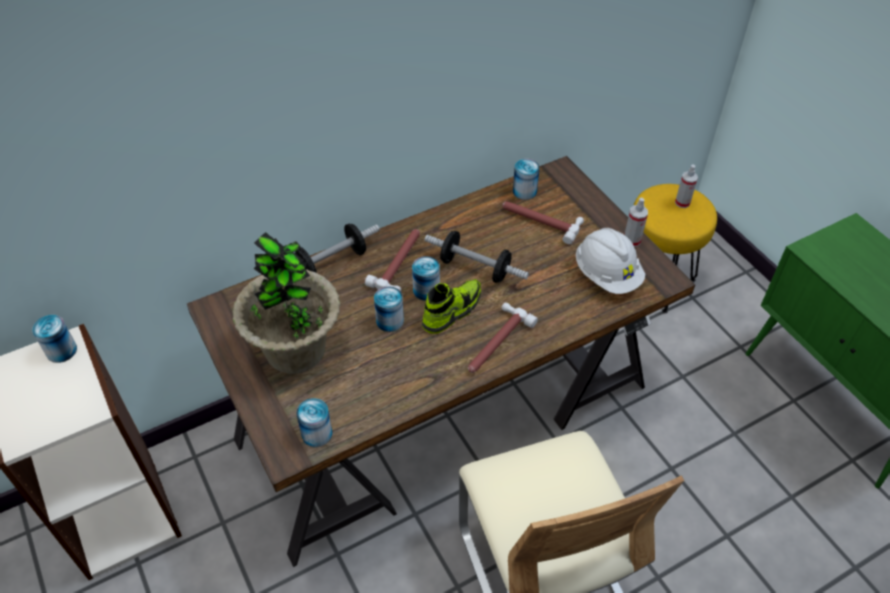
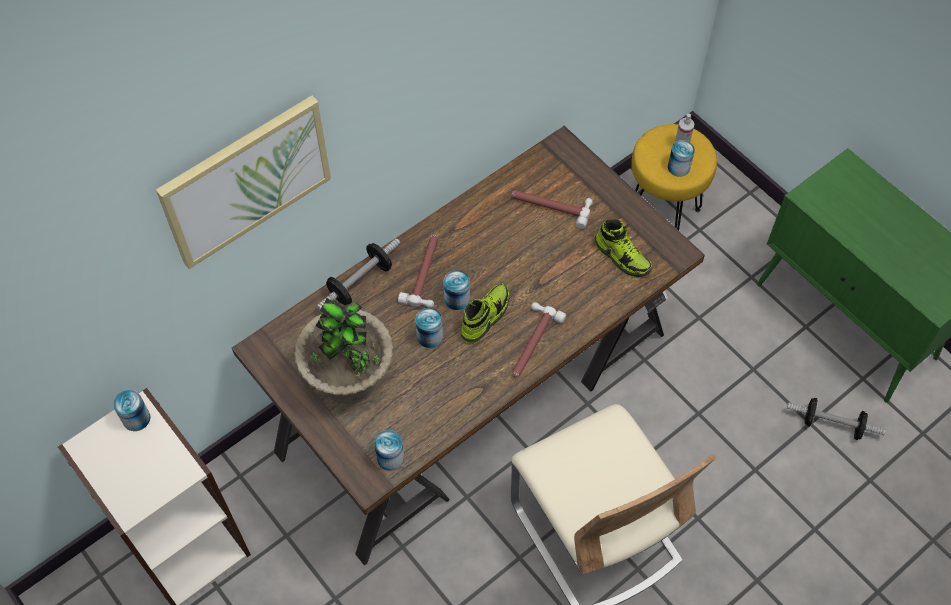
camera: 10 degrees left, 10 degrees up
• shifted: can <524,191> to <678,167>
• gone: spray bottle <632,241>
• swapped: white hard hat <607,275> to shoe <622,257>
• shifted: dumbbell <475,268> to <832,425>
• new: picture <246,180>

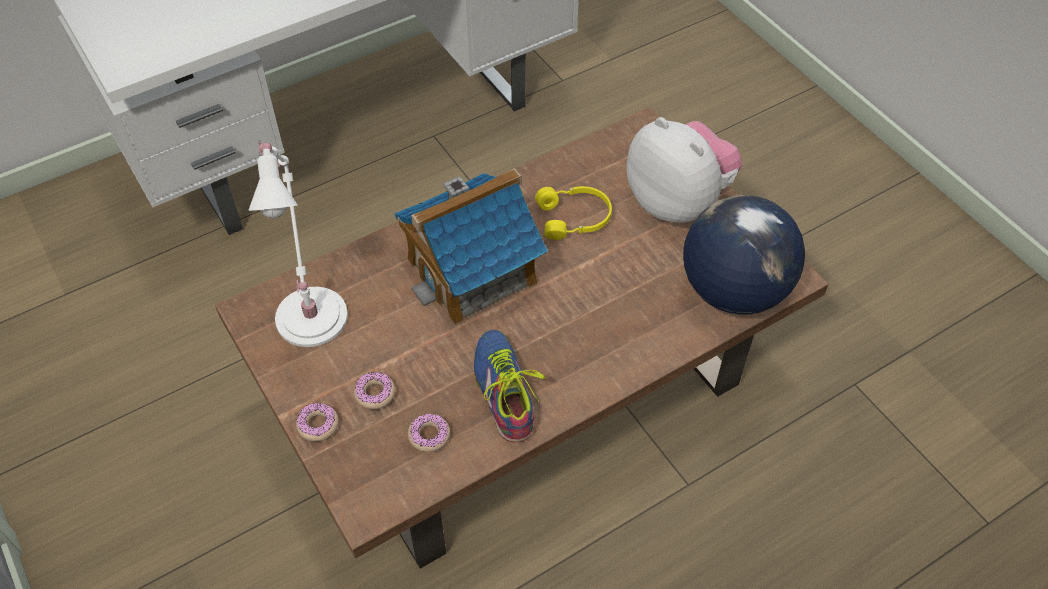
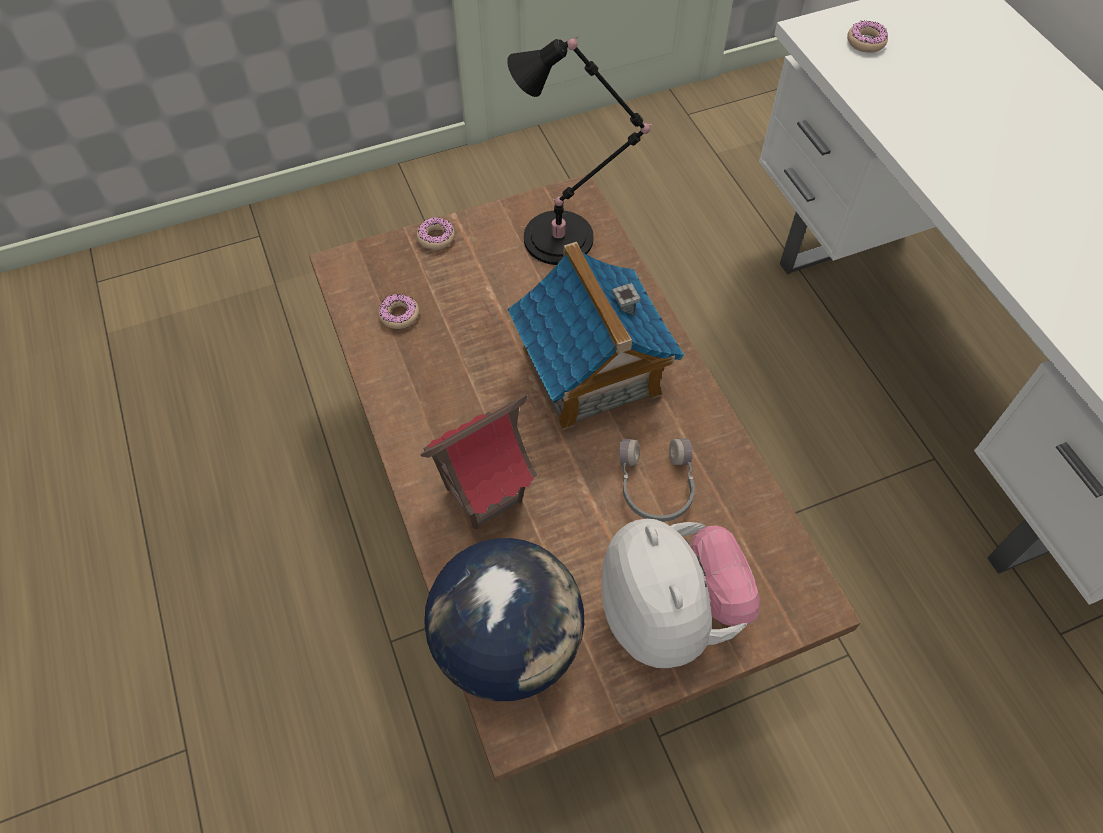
camera: 100 degrees right, 5 degrees up
• rotated: plush toy <678,201> = <669,614> 75 degrees counterclockwise
• repainted: white table lamp <312,312> to black table lamp <565,239>
• repainted: yellow headphones <575,219> to grey headphones <655,485>
• gone: shoe <503,391>
• shifted: donut <375,394> to <866,42>
• new: toy house <483,494>

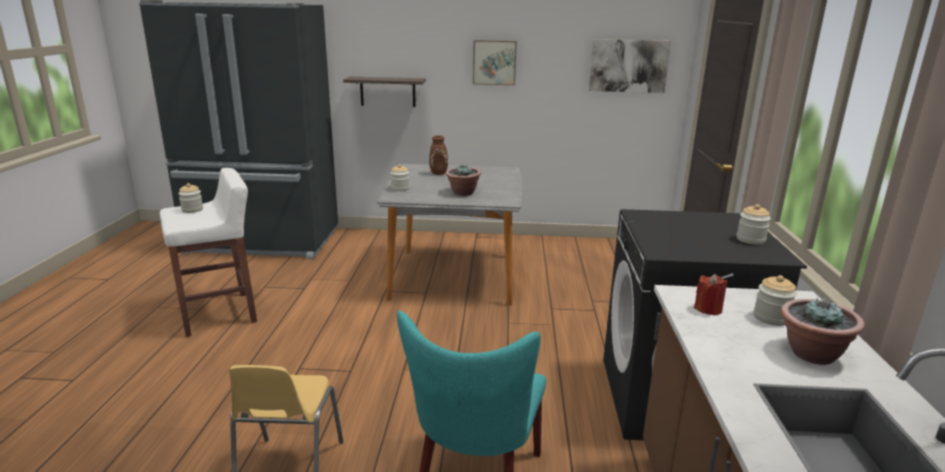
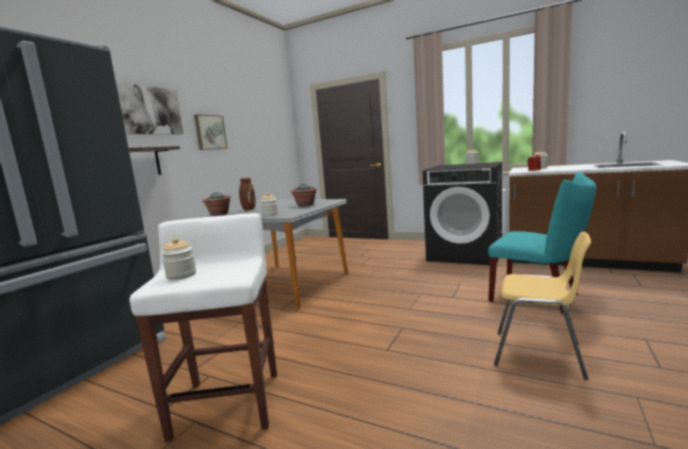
camera: 65 degrees left, 10 degrees down
• shifted: picture <628,66> to <148,110>
• shifted: potted plant <811,354> to <219,214>

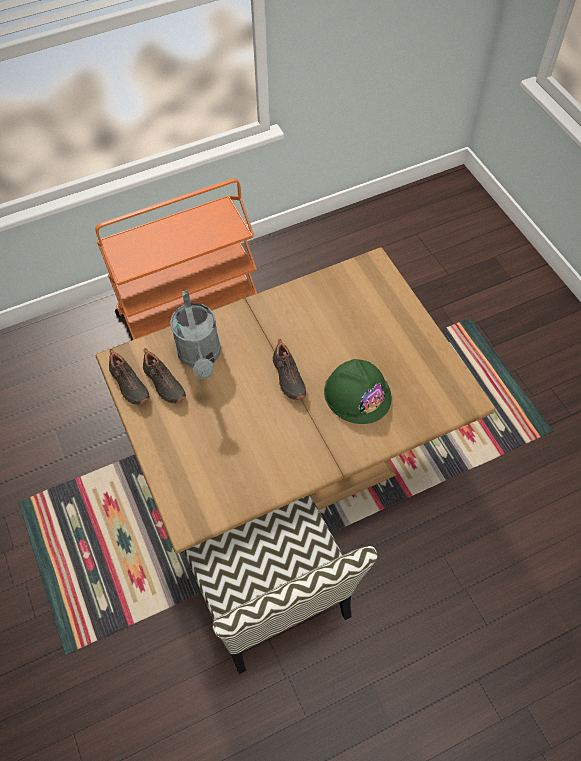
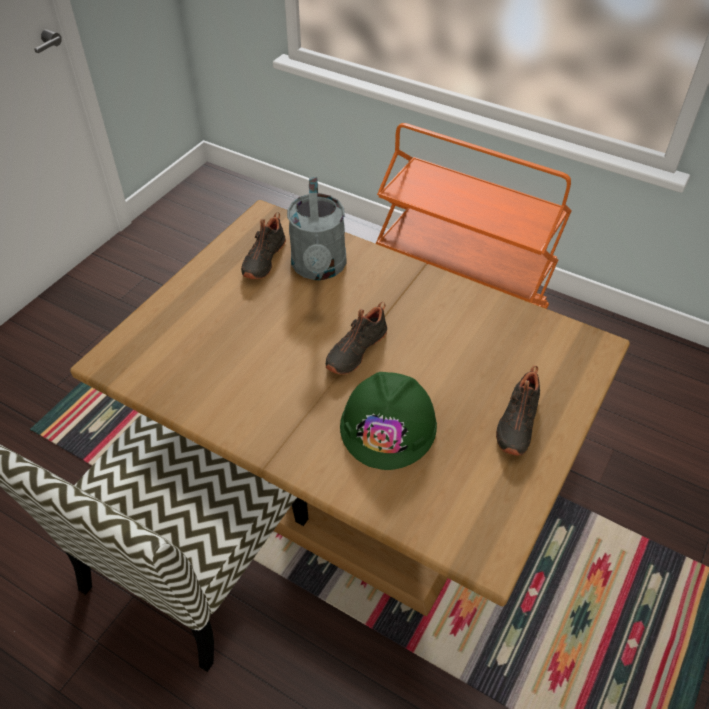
camera: 55 degrees right, 10 degrees down
• rotated: grey watering can <201,357> = <319,269> 45 degrees counterclockwise
• shifted: black shoe <128,385> to <516,422>

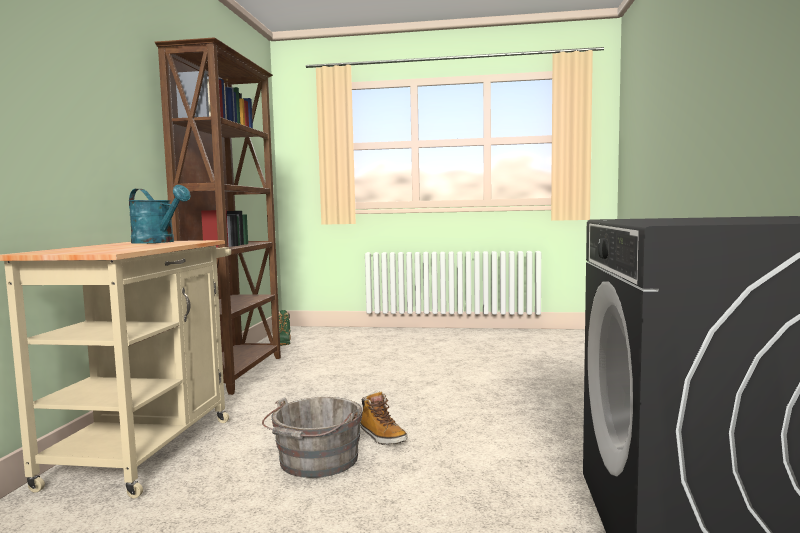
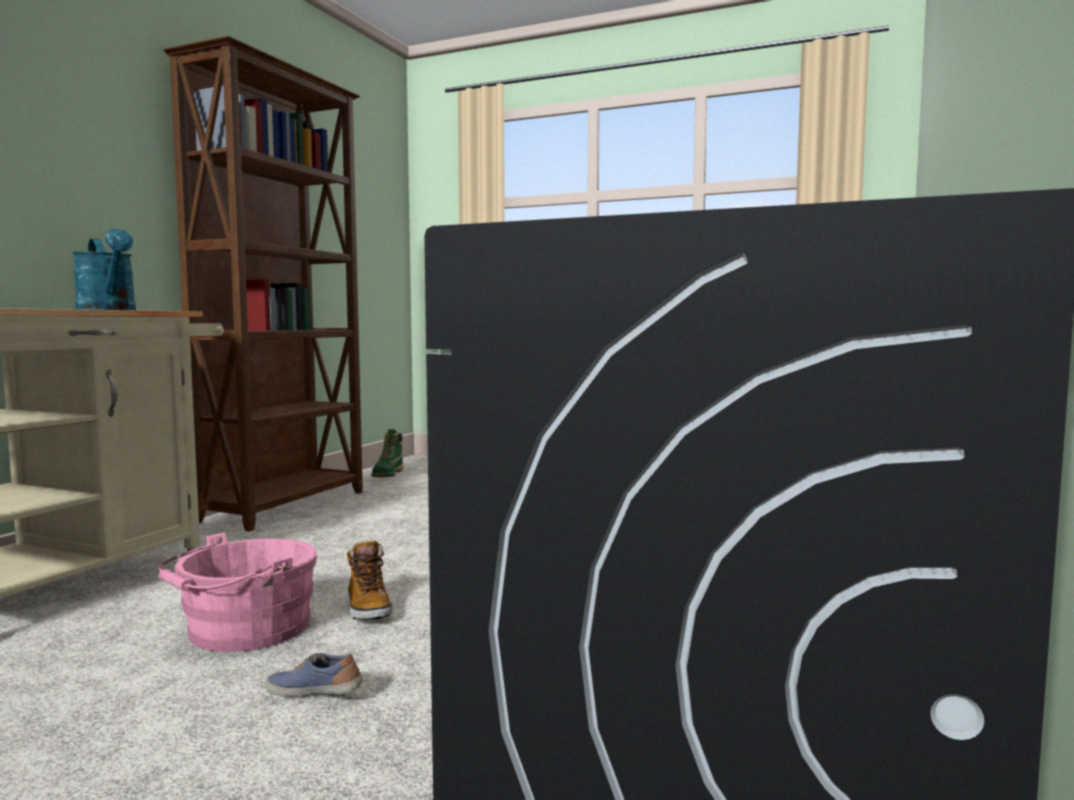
camera: 15 degrees right, 0 degrees up
• repainted: grey bucket <316,461> to pink bucket <243,630>
• new: shoe <315,693>

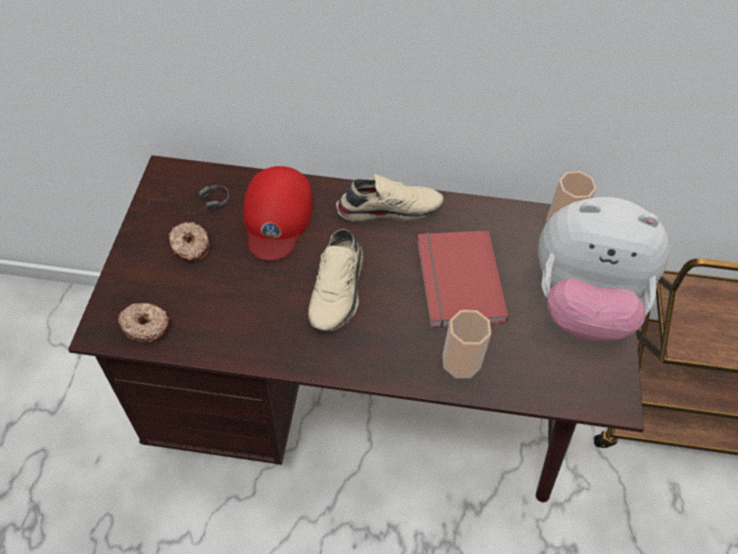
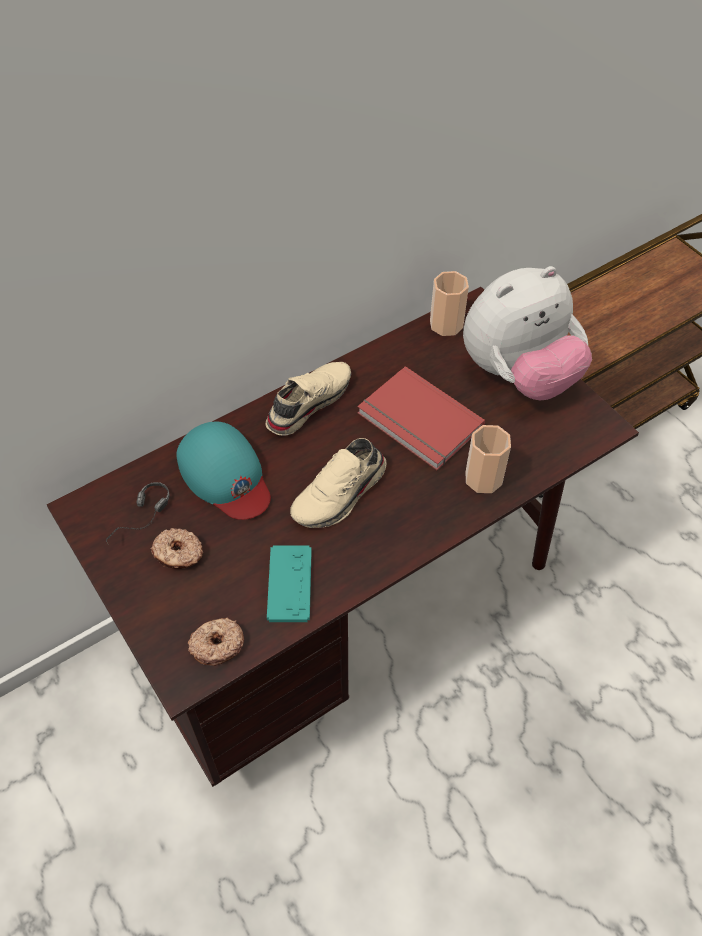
camera: 40 degrees left, 0 degrees up
• repainted: red cap <277,217> to turquoise cap <225,475>
• rotated: beige shoe <339,290> = <340,495> 75 degrees clockwise
• new: turquoise game controller <289,584>

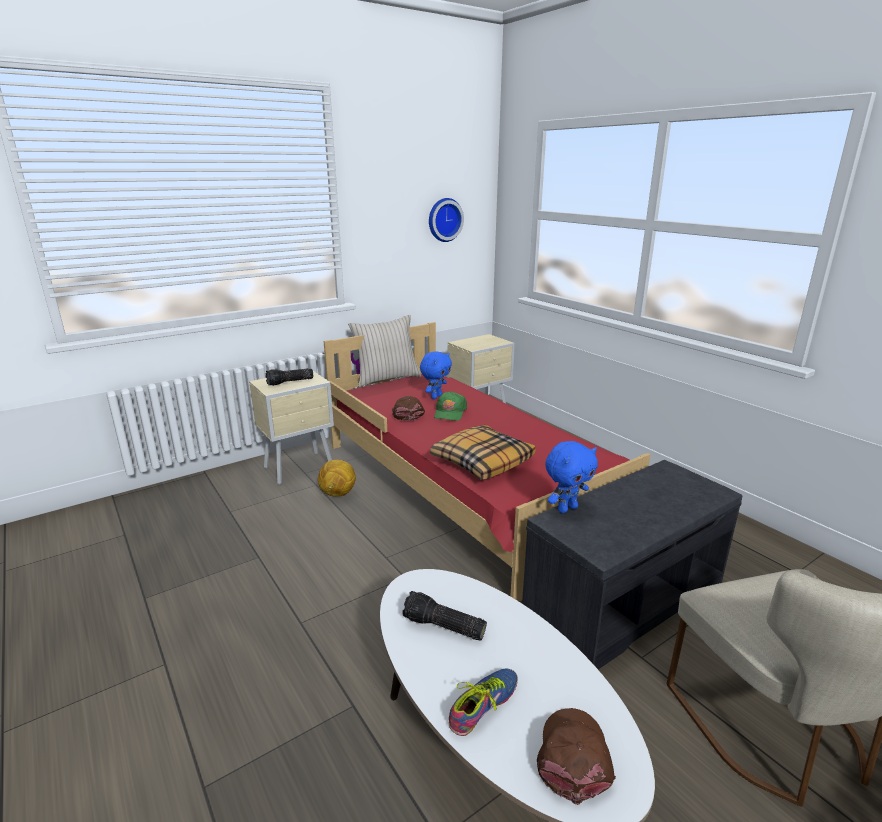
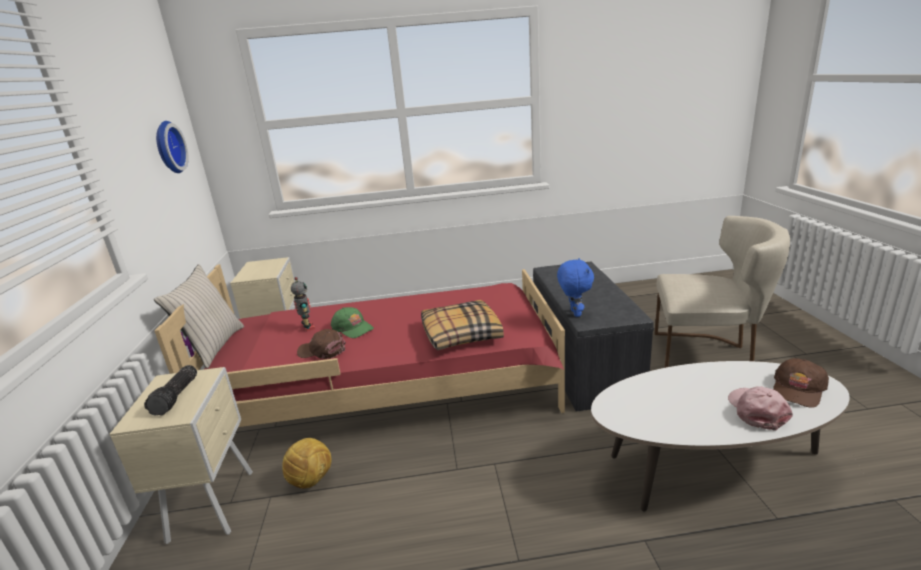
camera: 60 degrees left, 0 degrees up
• swapped: blue plush toy <436,396> to toy robot <307,328>
• gone: flashlight <443,627>
• swapped: shoe <486,707> to pink cap <757,411>
• rotated: brown cap <573,757> = <798,389> 90 degrees counterclockwise

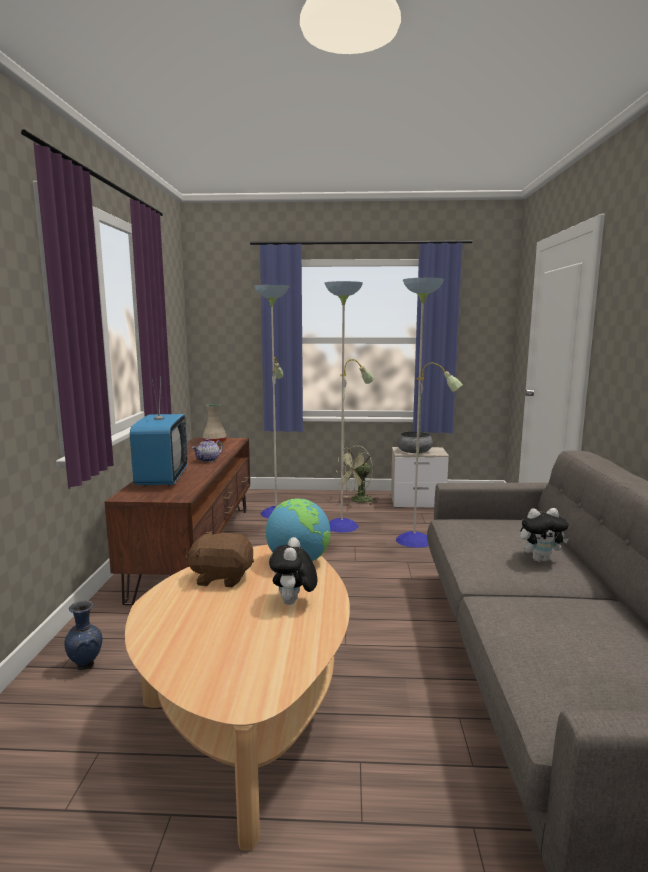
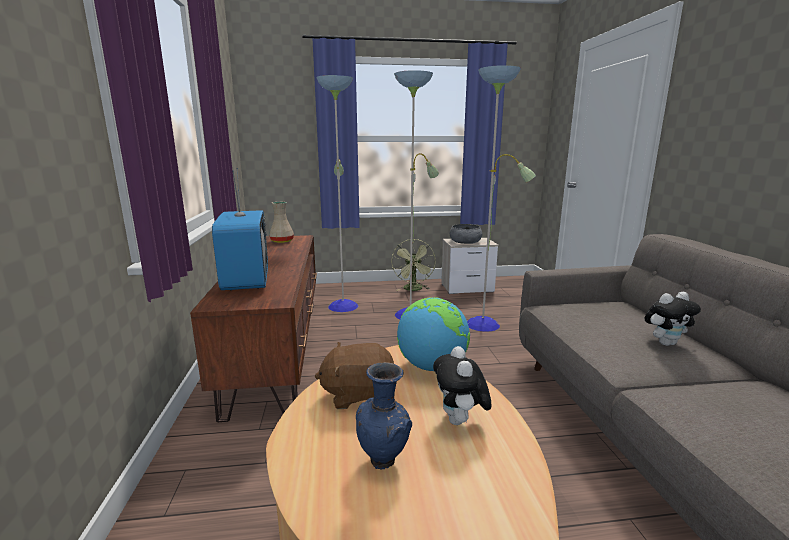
camera: 10 degrees left, 5 degrees up
• gone: teapot <208,460>
• rotated: green fan <358,501> = <414,289> 45 degrees counterclockwise
• shifted: blue vase <87,666> to <384,461>

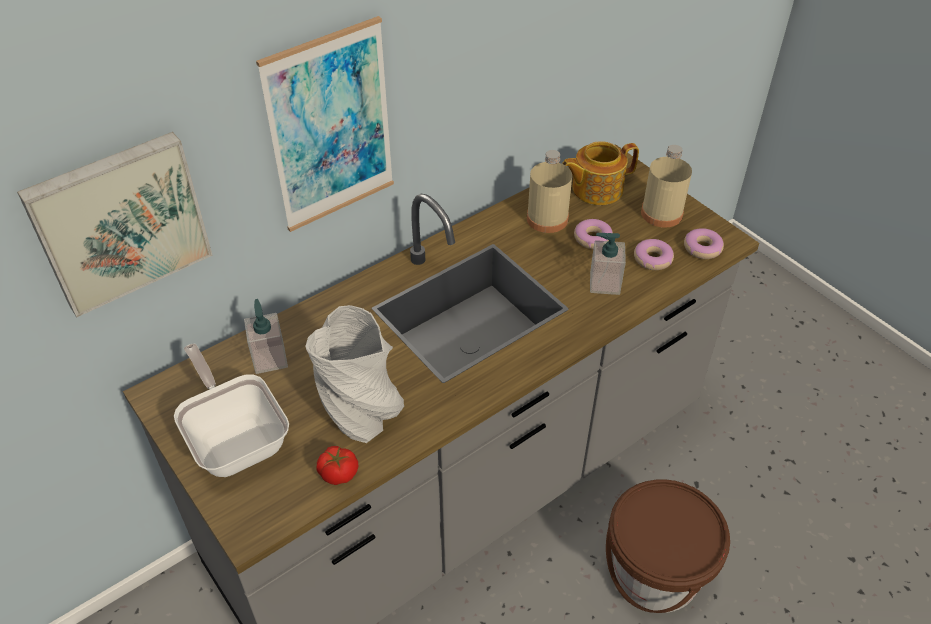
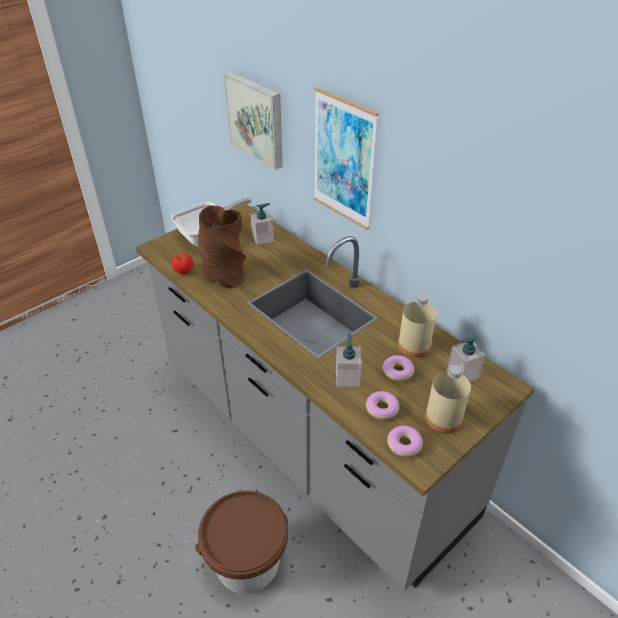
camera: 85 degrees right, 5 degrees down
• swapped: teapot <596,189> to soap dispenser <462,374>
• repainted: grey vase <361,413> to brown vase <224,274>

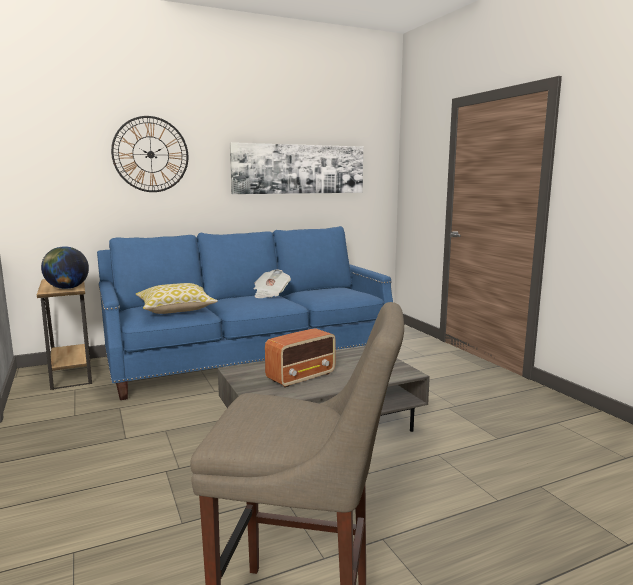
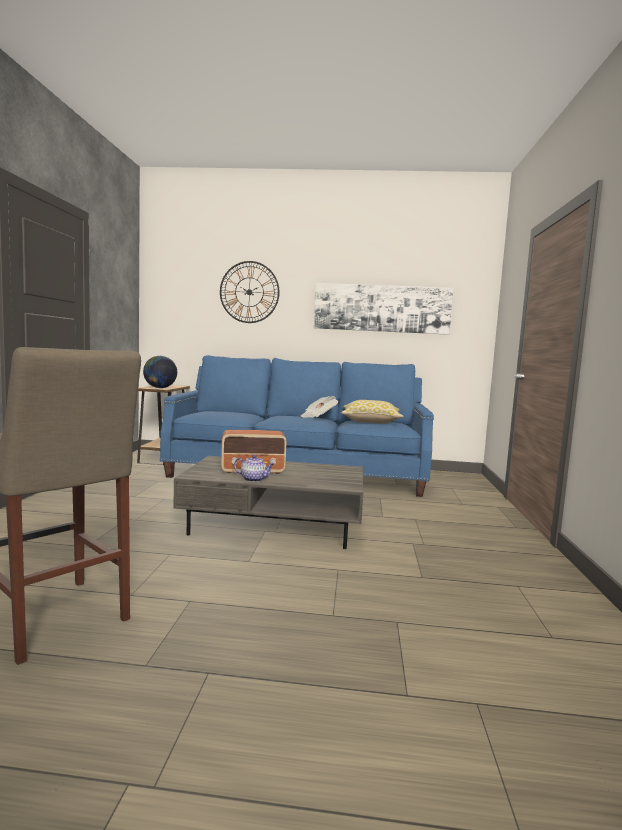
camera: 30 degrees right, 5 degrees down
• shifted: pillow <176,310> to <371,422>
• new: teapot <254,479>

